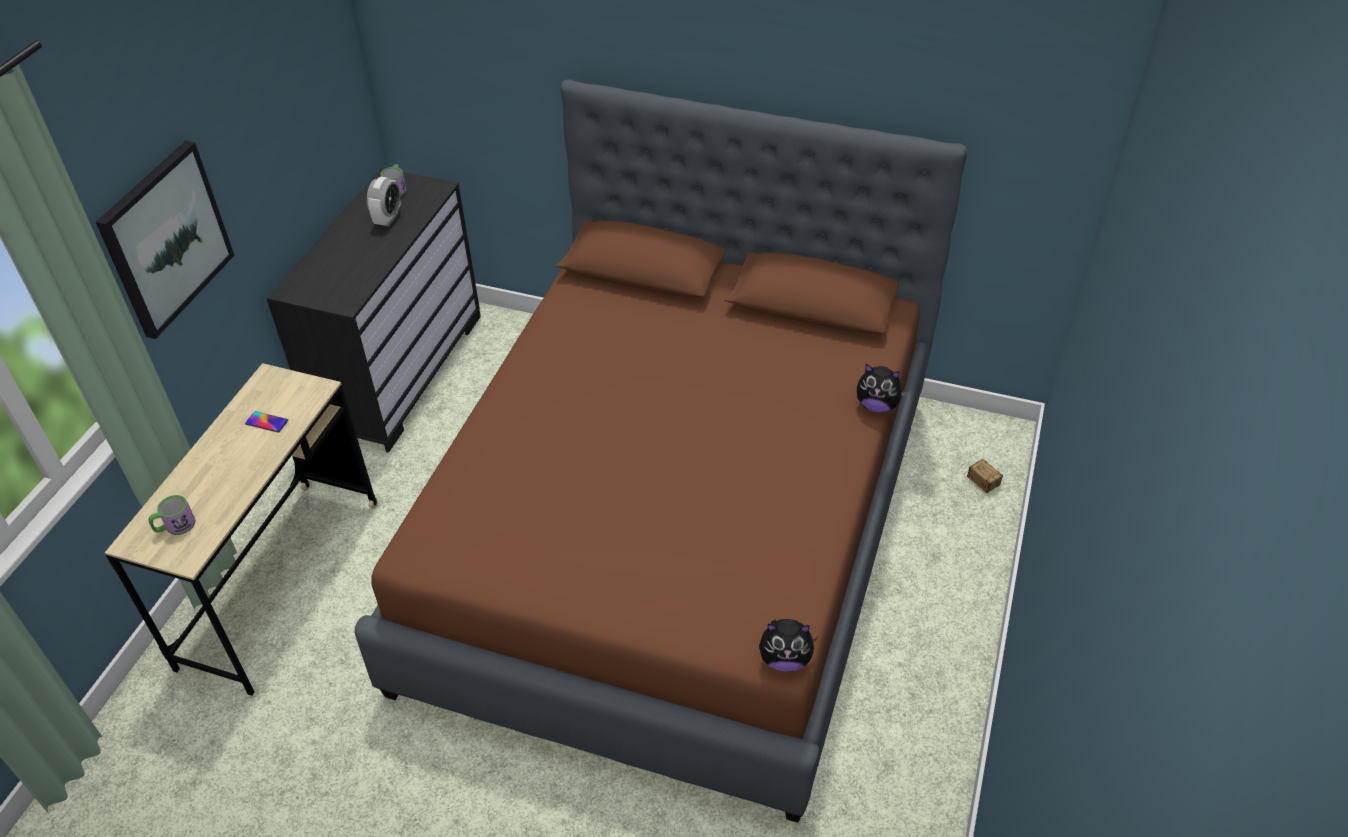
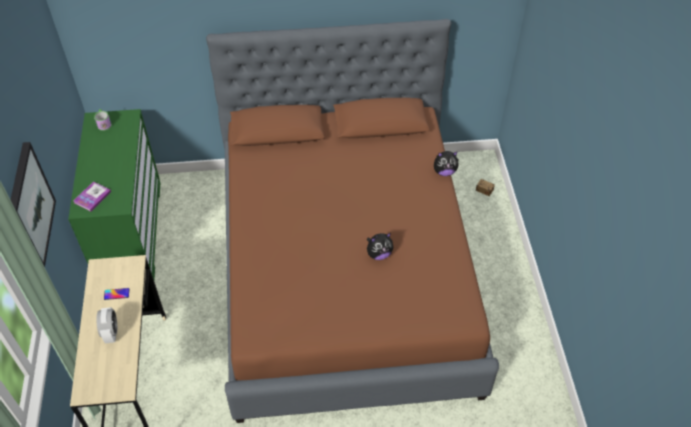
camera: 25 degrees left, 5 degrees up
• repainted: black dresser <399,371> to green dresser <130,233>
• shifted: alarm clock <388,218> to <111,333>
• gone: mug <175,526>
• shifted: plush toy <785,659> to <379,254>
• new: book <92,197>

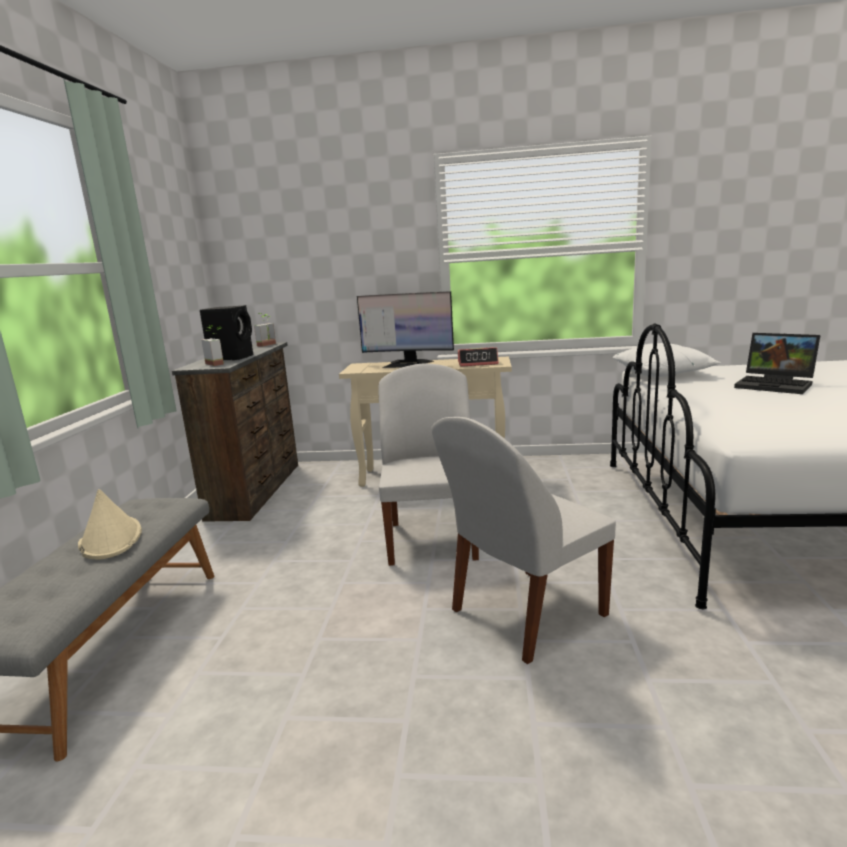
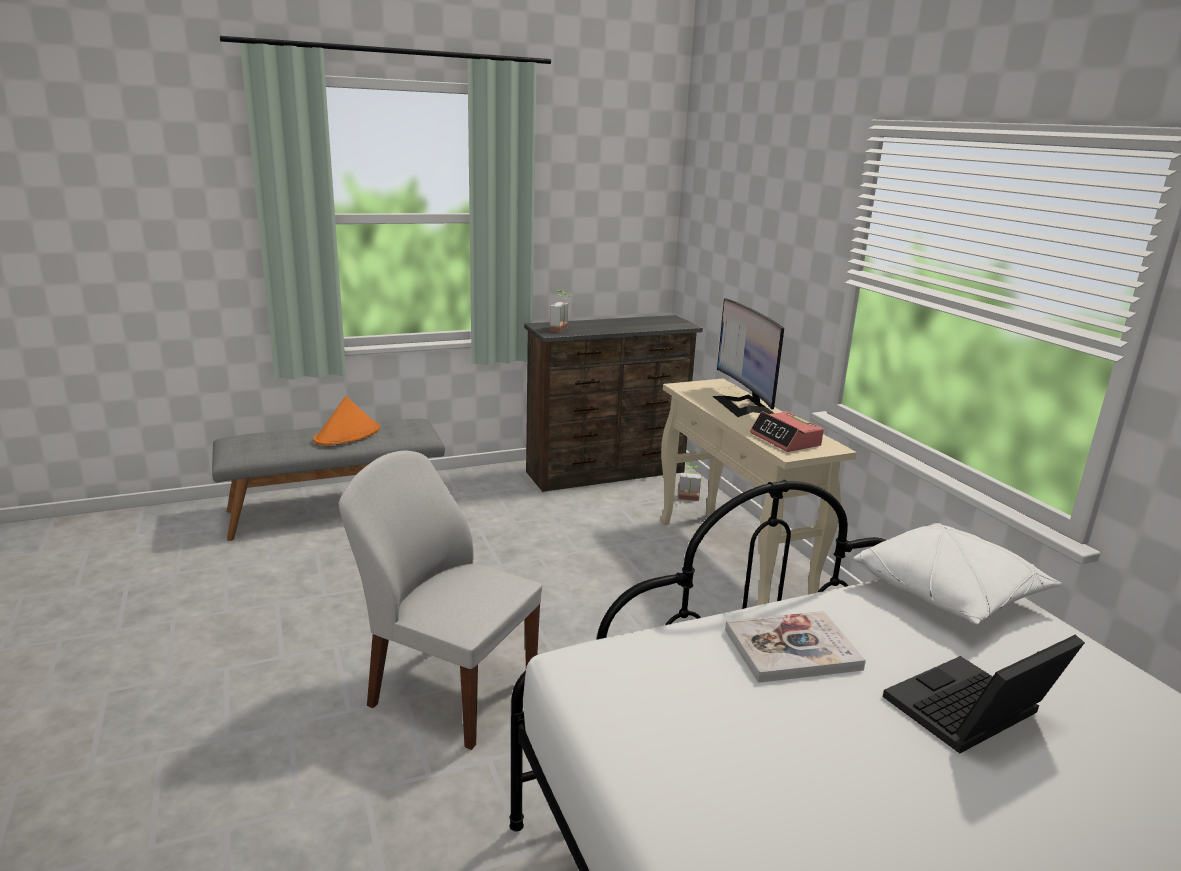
camera: 60 degrees right, 5 degrees up
• gone: black speaker <232,357>
• shifted: potted plant <269,345> to <688,499>
• rotated: laptop <776,385> = <970,714> 45 degrees clockwise
• gone: white chair <433,539>
• repainted: beige hat <111,539> to orange hat <347,435>
• new: book <792,649>

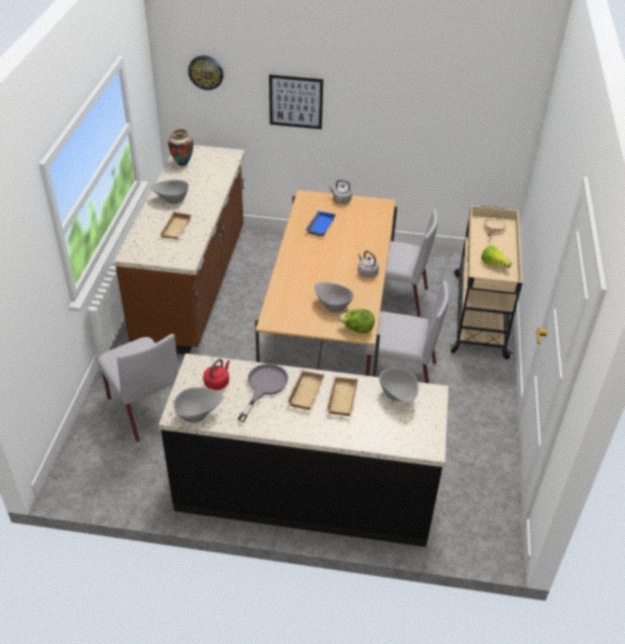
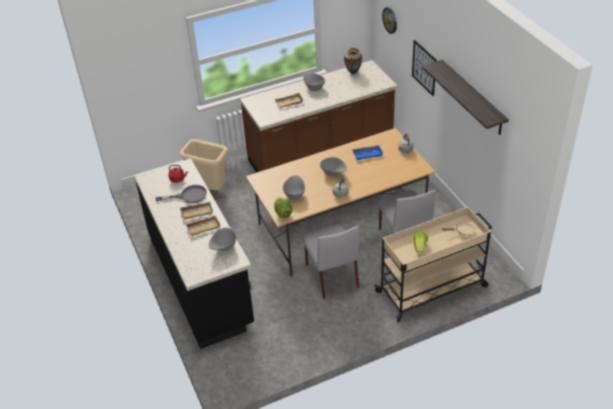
camera: 60 degrees right, 0 degrees up
• swapped: grey chair <145,408> to beige trash can <209,189>
• shifted: grey bowl <198,414> to <334,173>
• new: shelf <472,98>

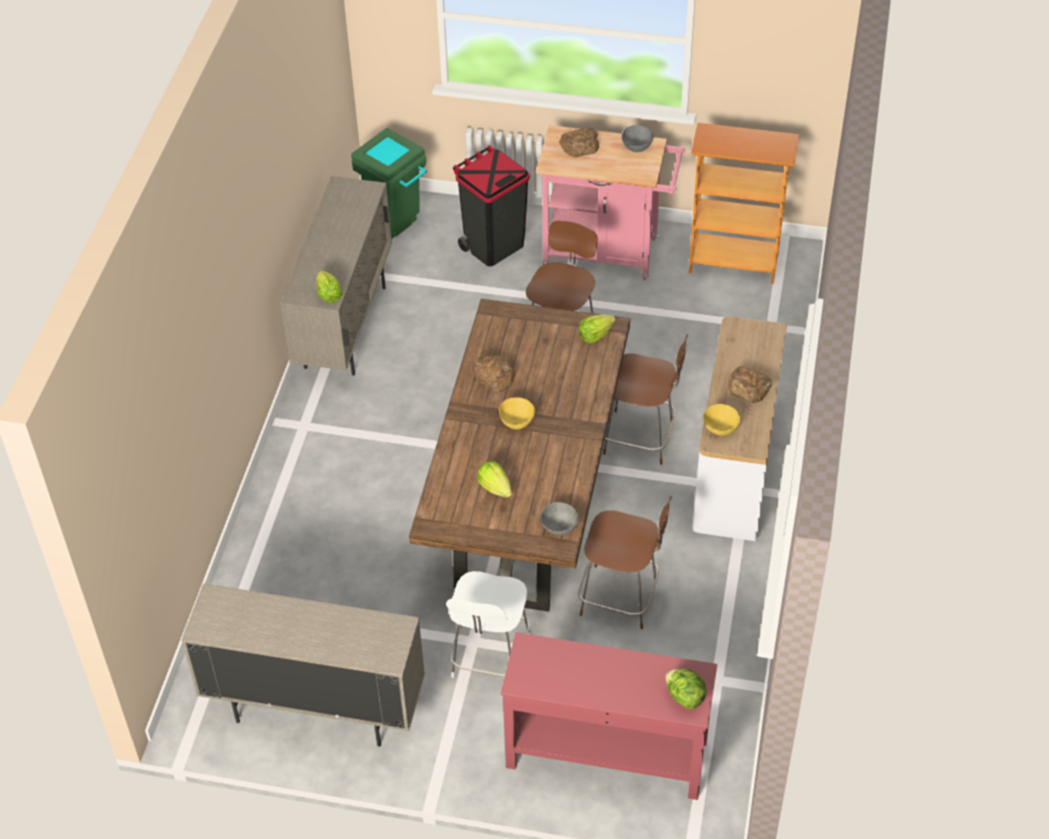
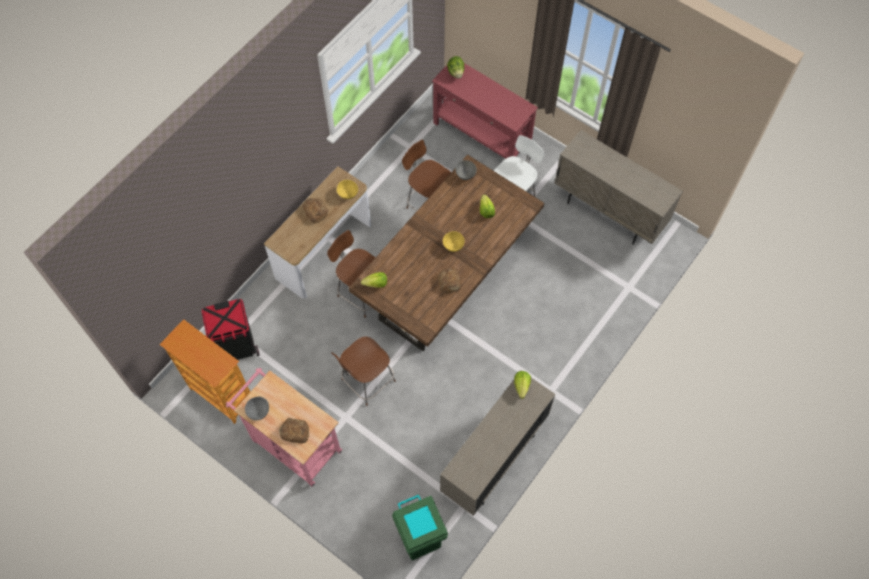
camera: 155 degrees left, 15 degrees up
• shifted: black trash can <493,246> to <237,348>

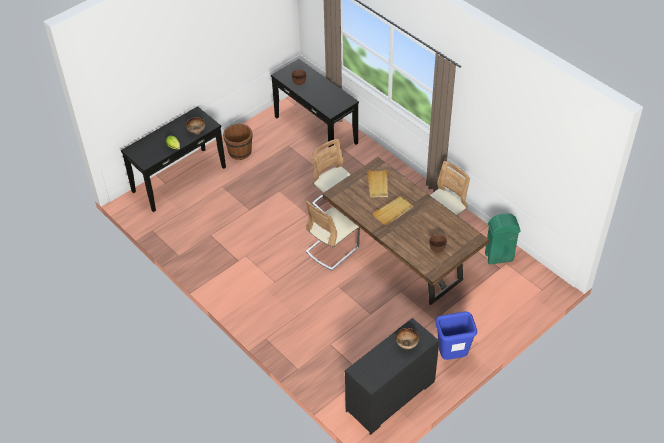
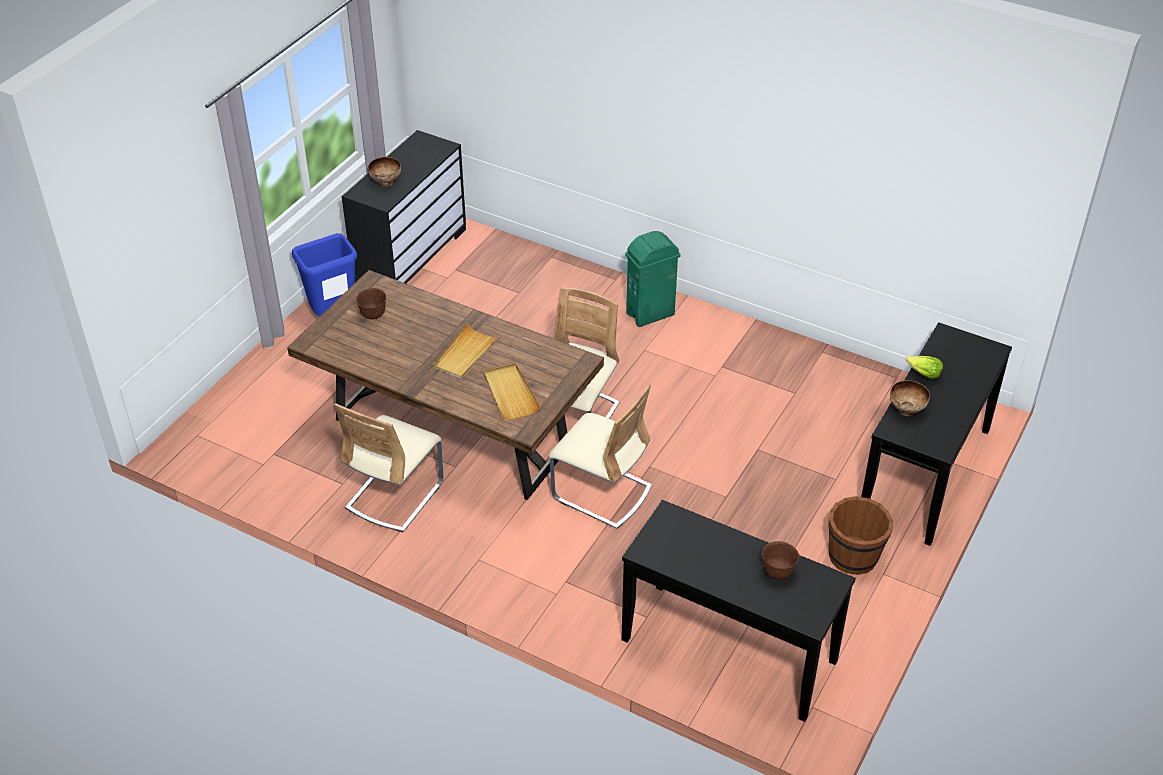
camera: 160 degrees right, 5 degrees down
• shifted: green trash can <498,257> to <651,314>

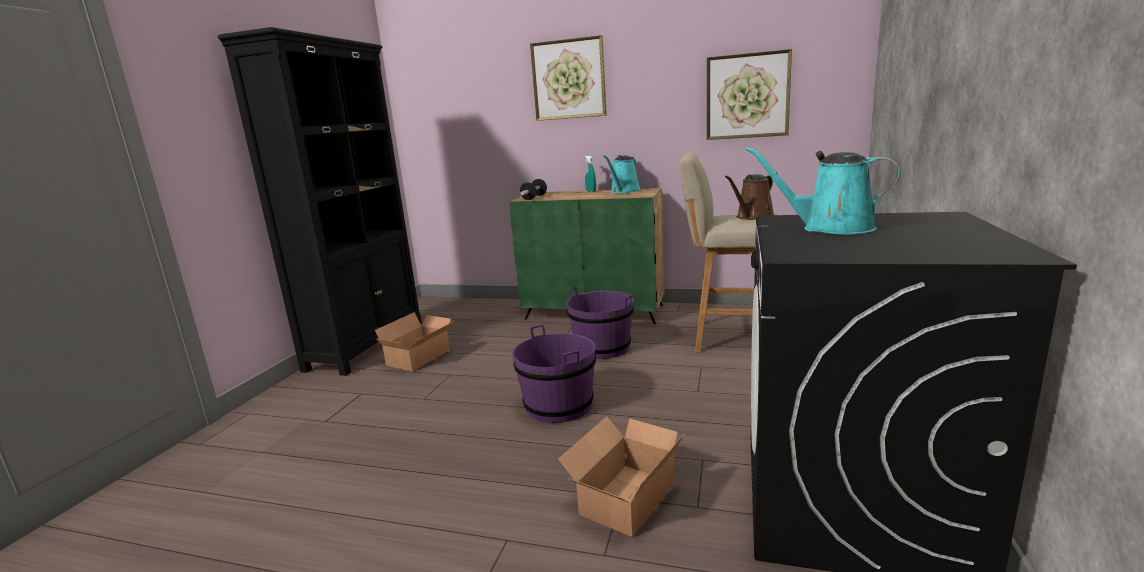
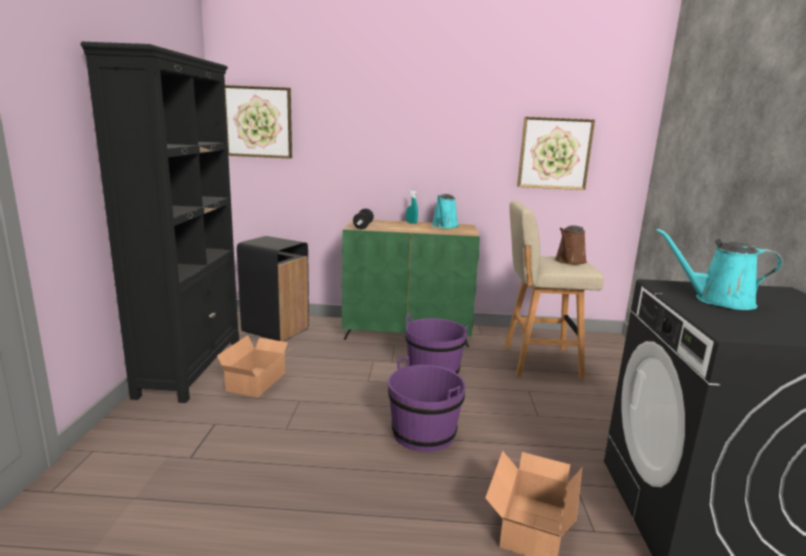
camera: 15 degrees left, 0 degrees up
• shifted: picture <569,79> to <258,122>
• new: black trash can <275,330>

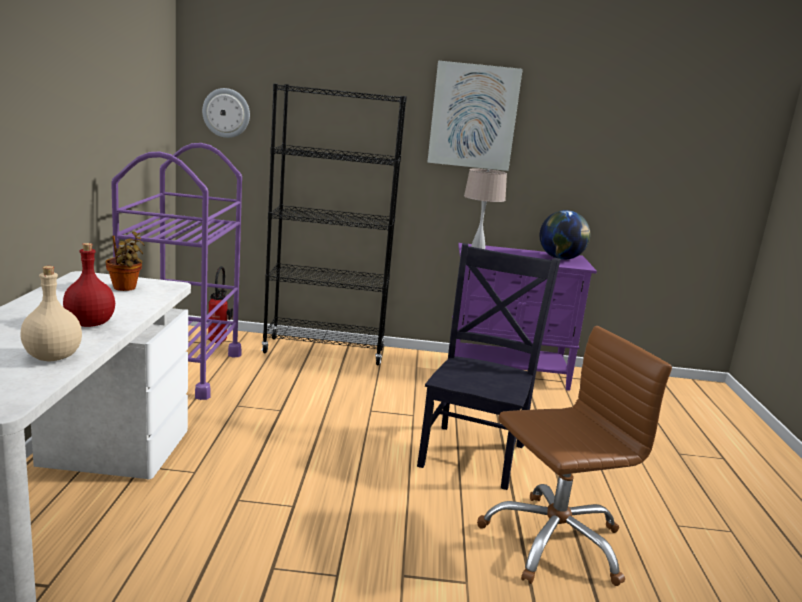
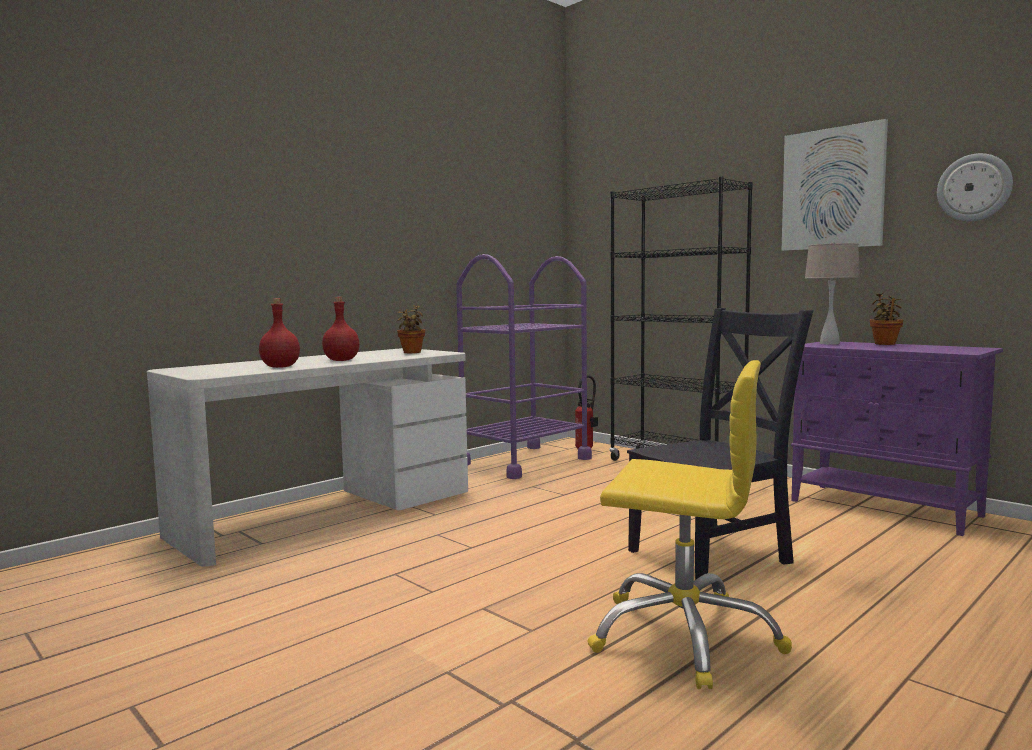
camera: 45 degrees right, 10 degrees down
• shifted: wall clock <226,113> to <974,187>
• gone: globe <561,258>
• repainted: beige bottle <53,358> to red bottle <280,367>
• repainted: brown office chair <553,541> to yellow office chair <684,635>
• new: potted plant <885,344>

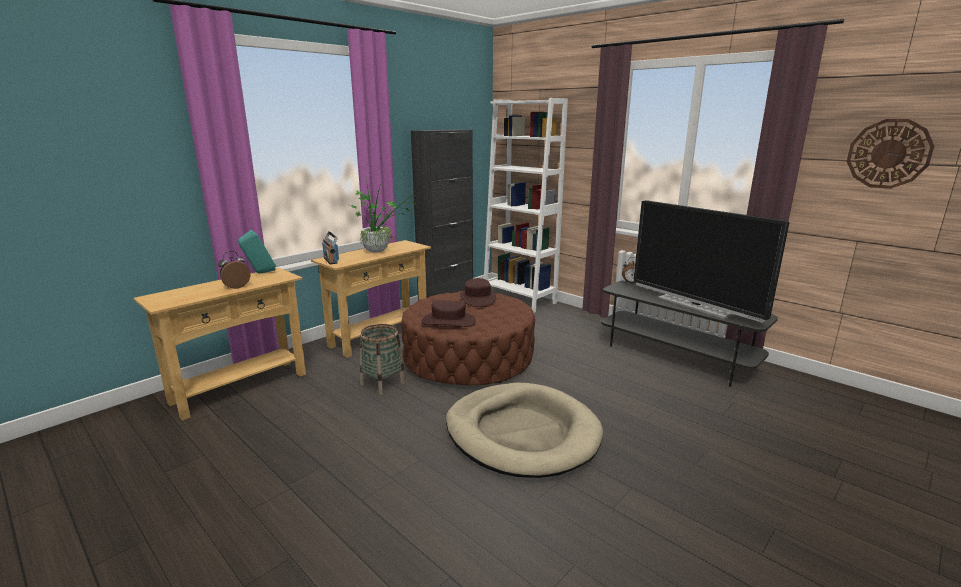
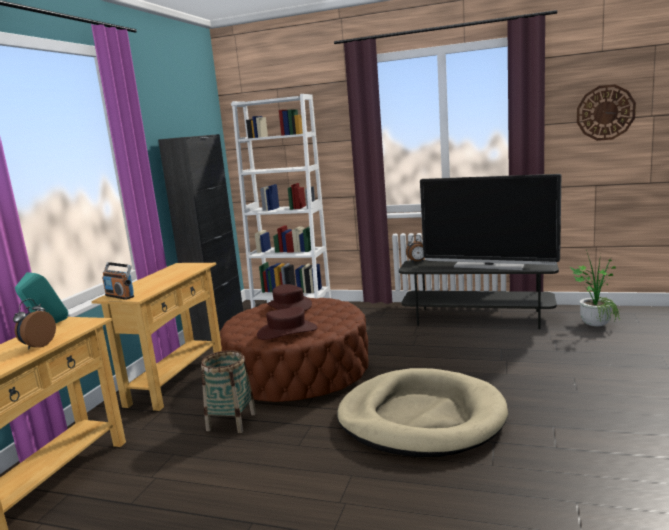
camera: 25 degrees left, 5 degrees down
• shifted: potted plant <381,250> to <595,322>

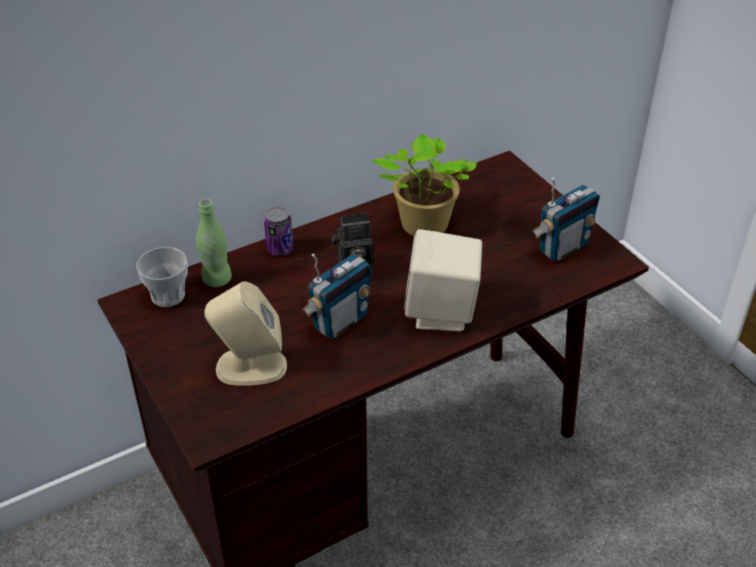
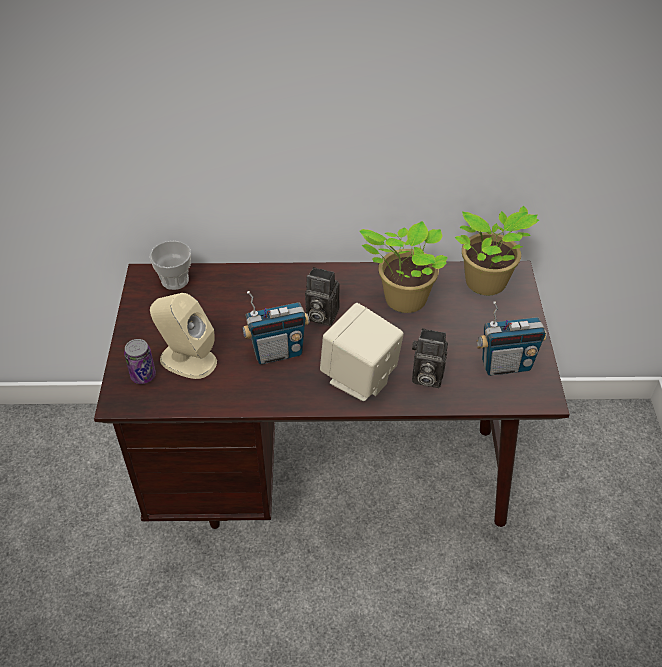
camera: 30 degrees right, 5 degrees up
• gone: green bottle <217,279>
• shifted: can <279,249> to <143,375>
• new: potted plant <487,284>
• new: photo camera <425,377>

